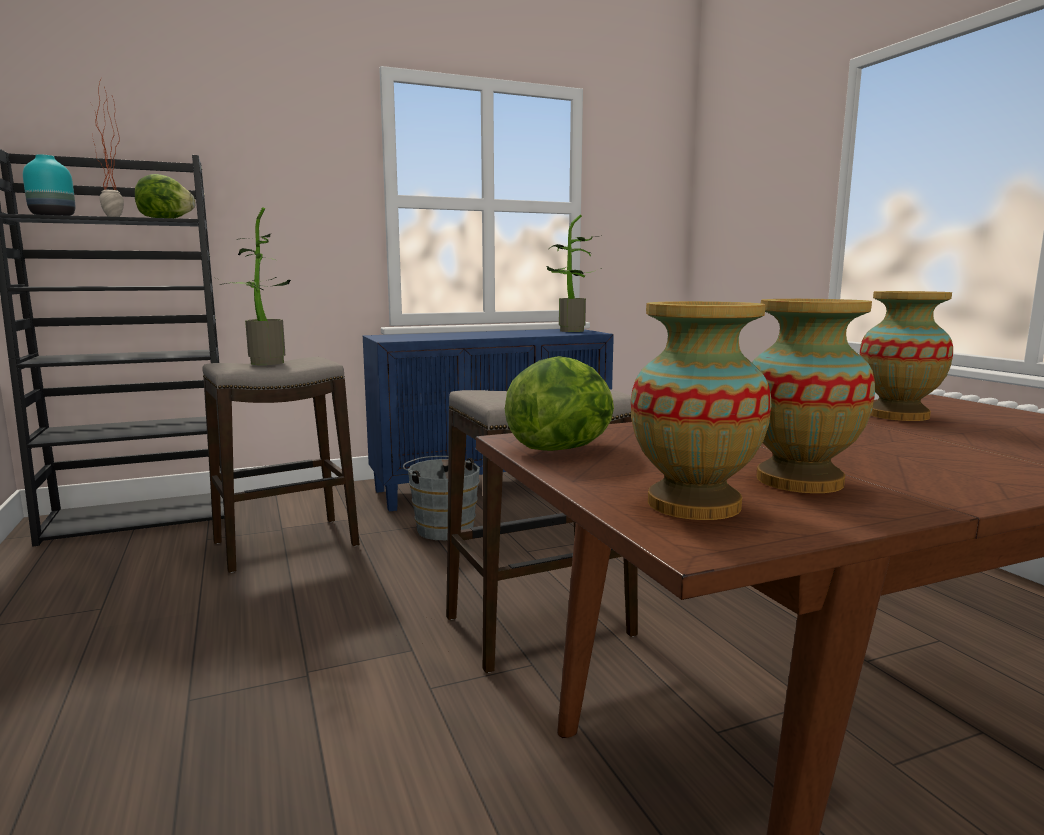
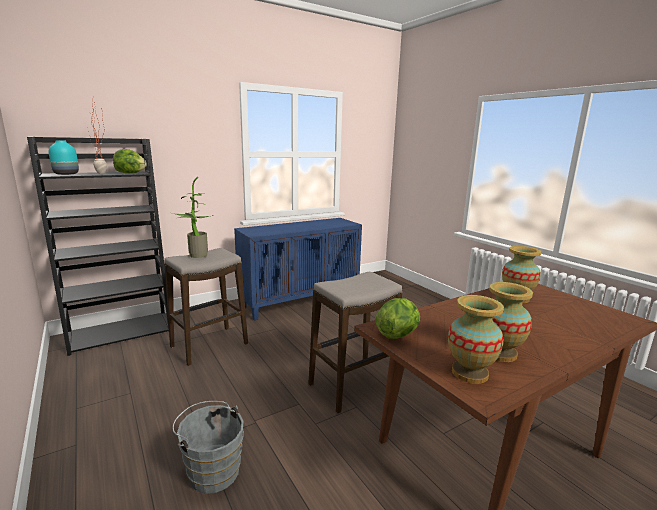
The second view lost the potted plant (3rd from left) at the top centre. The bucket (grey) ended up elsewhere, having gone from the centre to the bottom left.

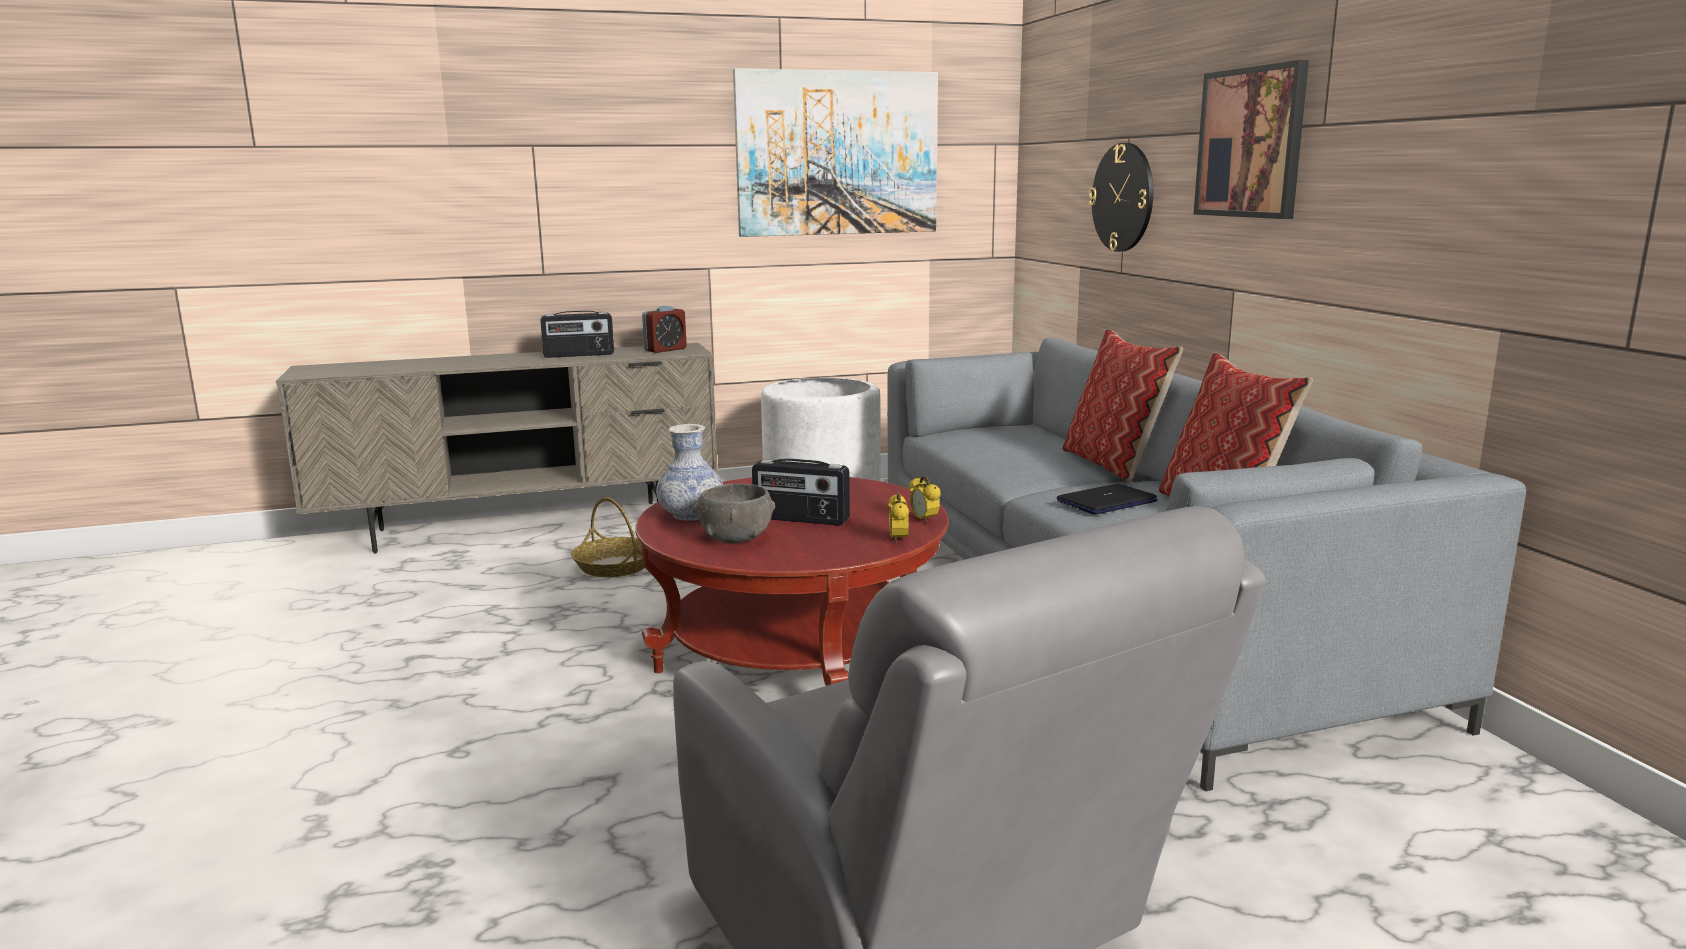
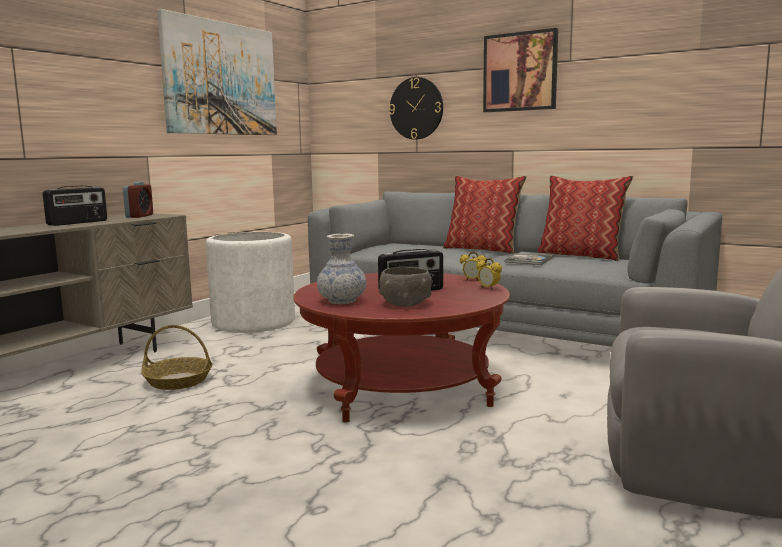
Where the laptop stood at the centre, the book came to stand at the middle right.

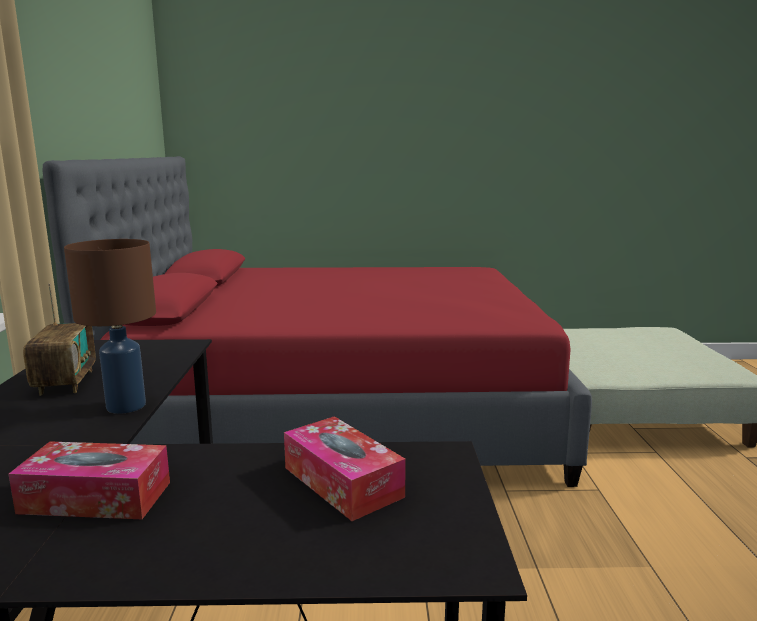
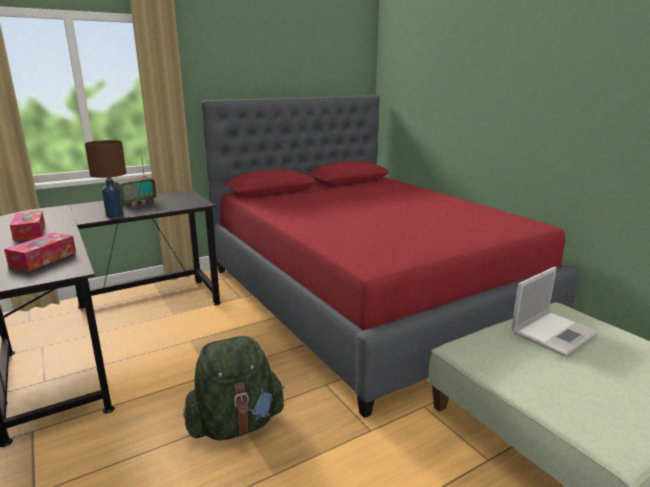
The second view gained the backpack (green) at the bottom centre. The second view gained the laptop at the middle right.

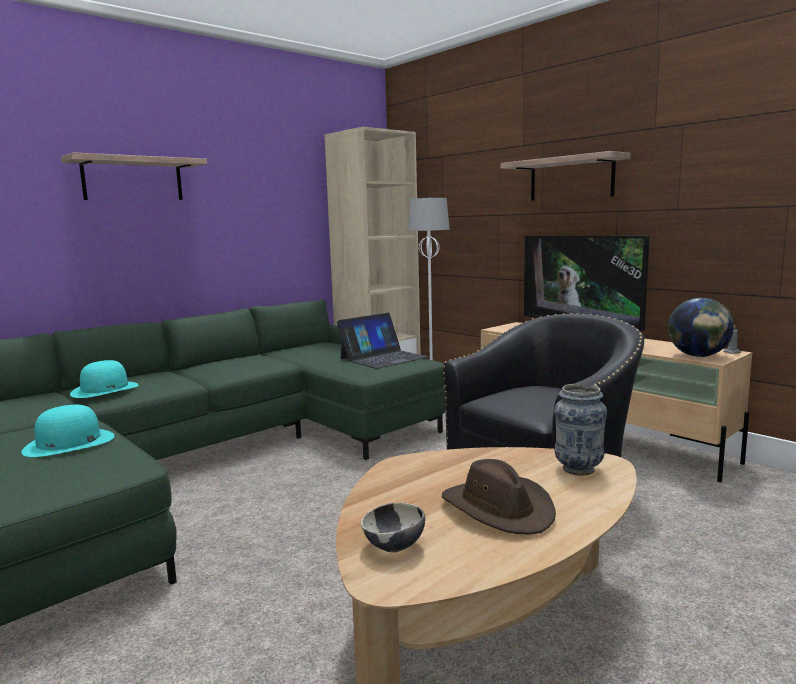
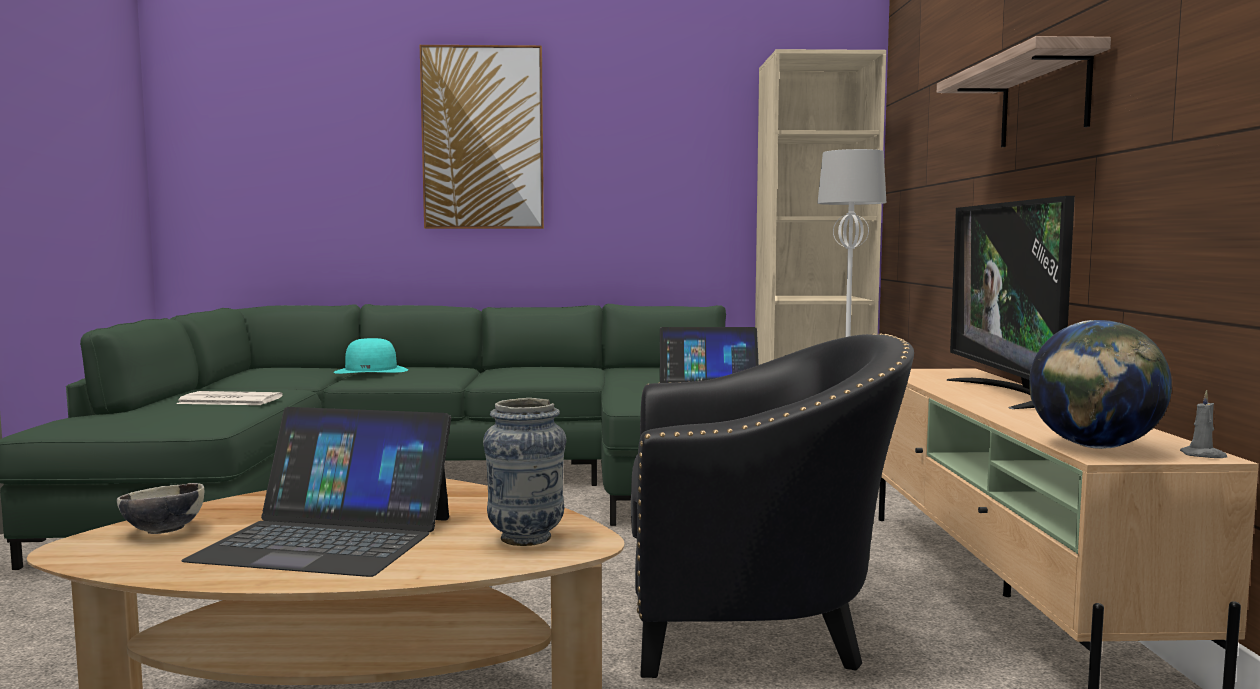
Where the hat (turquoise) (1st from left) stood at the middle left, the newspaper came to stand at the middle left. Where the shelf (1st from left) hung at the top left, the picture came to hang at the top centre. Where the hat (brown) stood at the bottom centre, the laptop (1st from left) came to stand at the bottom left.

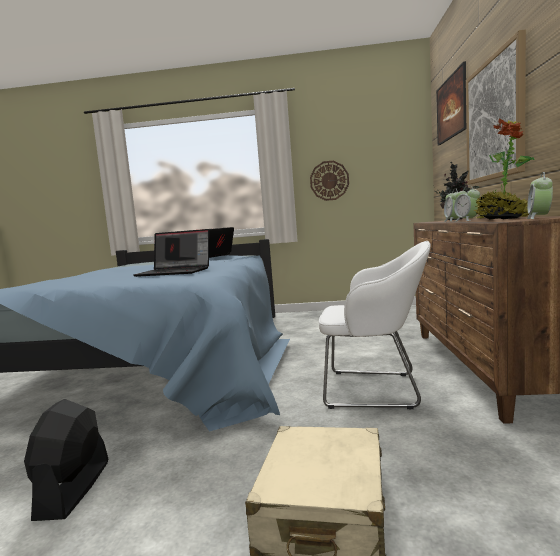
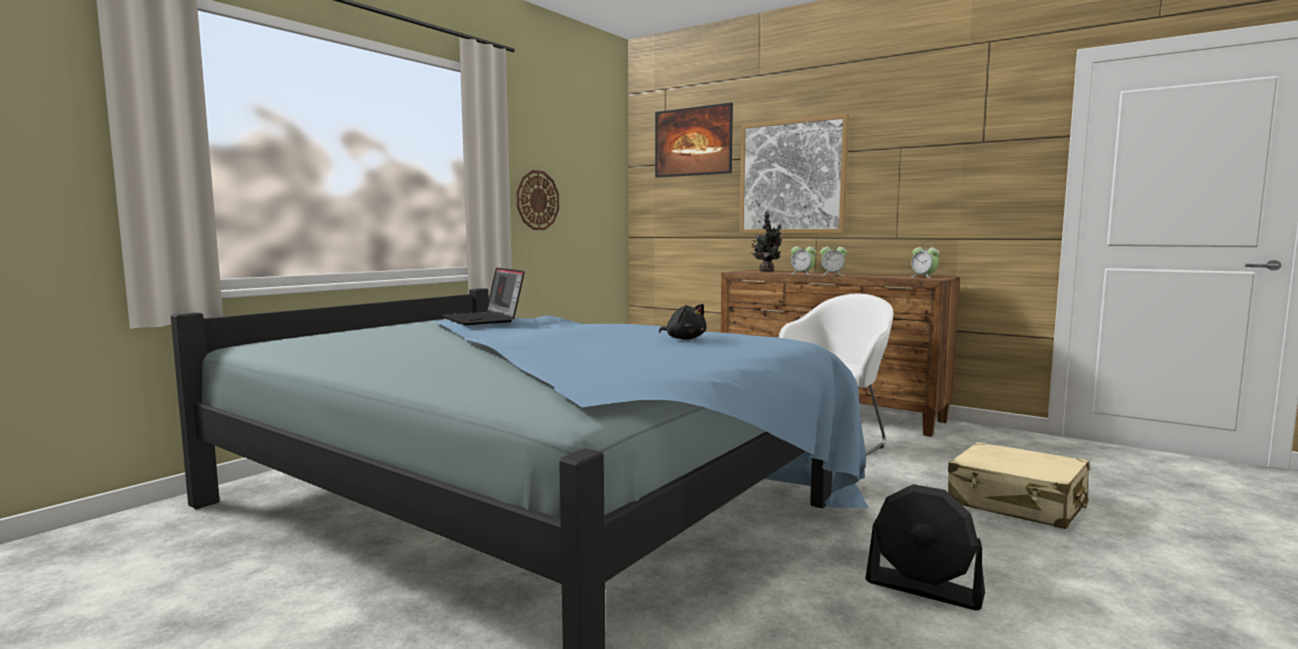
The second view lost the potted plant (2nd from left) at the top right. Where the laptop (1st from left) stood at the middle left, the plush toy (black) came to stand at the centre.

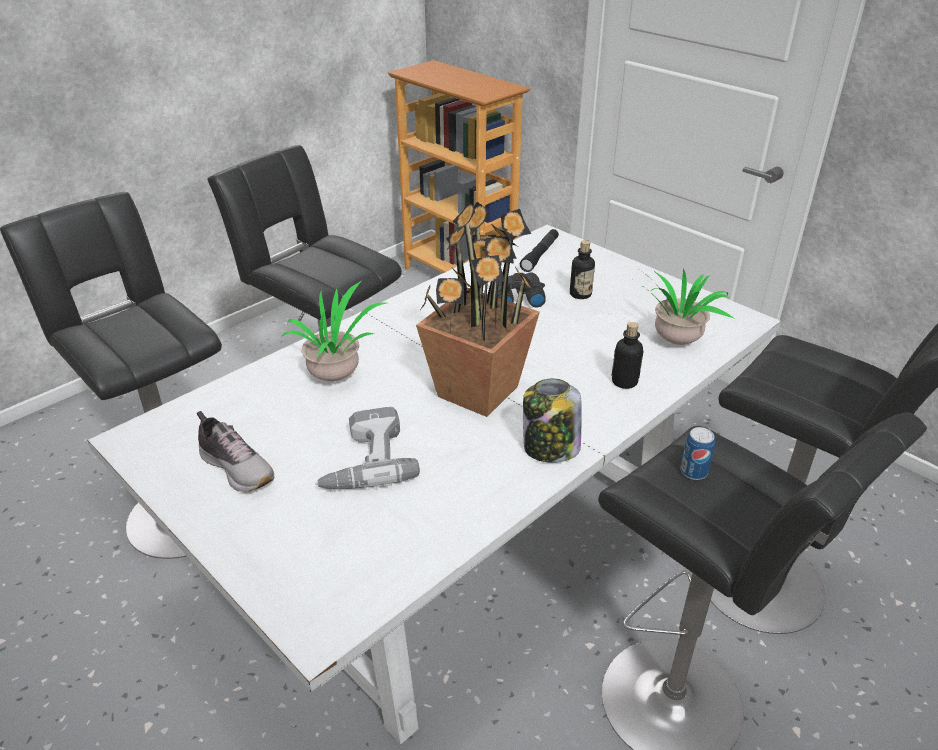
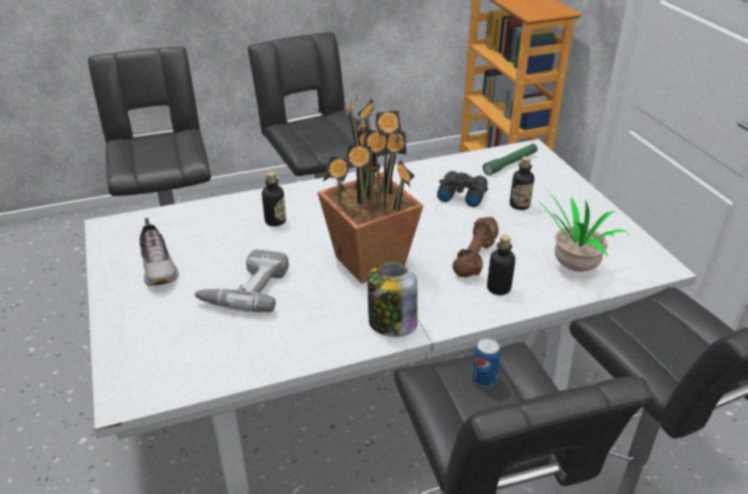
The second view gained the dumbbell (brown) at the centre. Where the potted plant (1st from left) stood at the centre, the bottle (1st from left) came to stand at the centre. What was the flashlight (black) at the centre turned into the flashlight (green) at the top right.

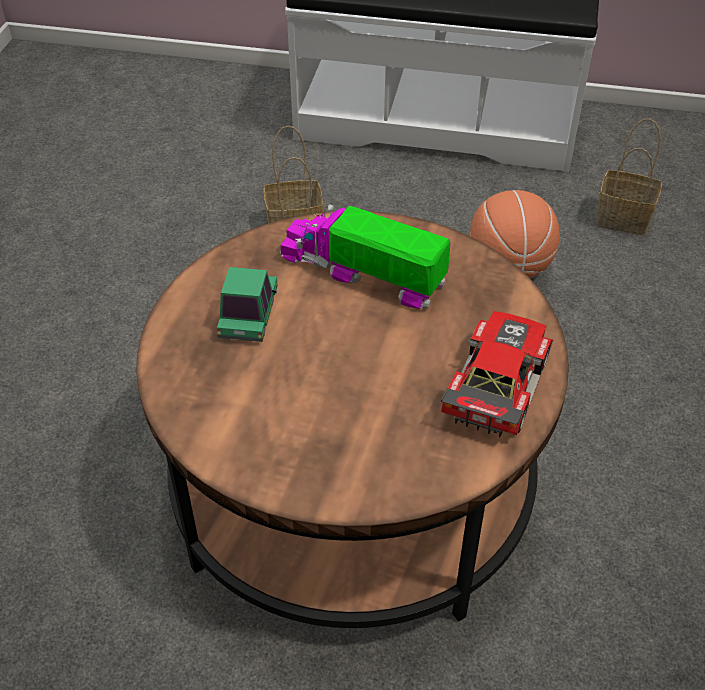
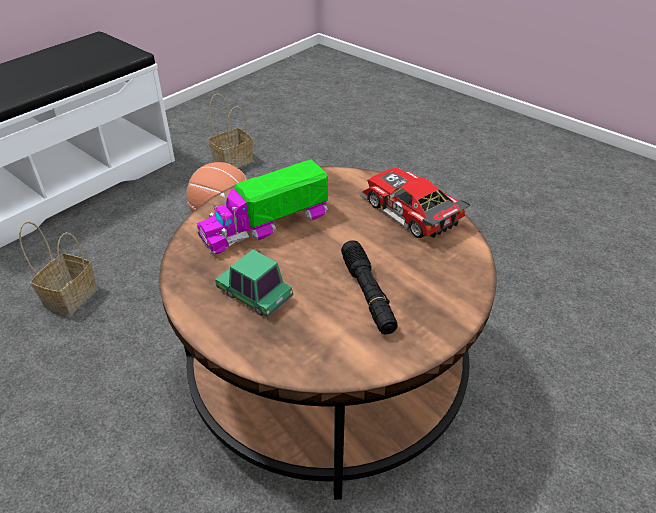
The second view gained the flashlight (black) at the centre.

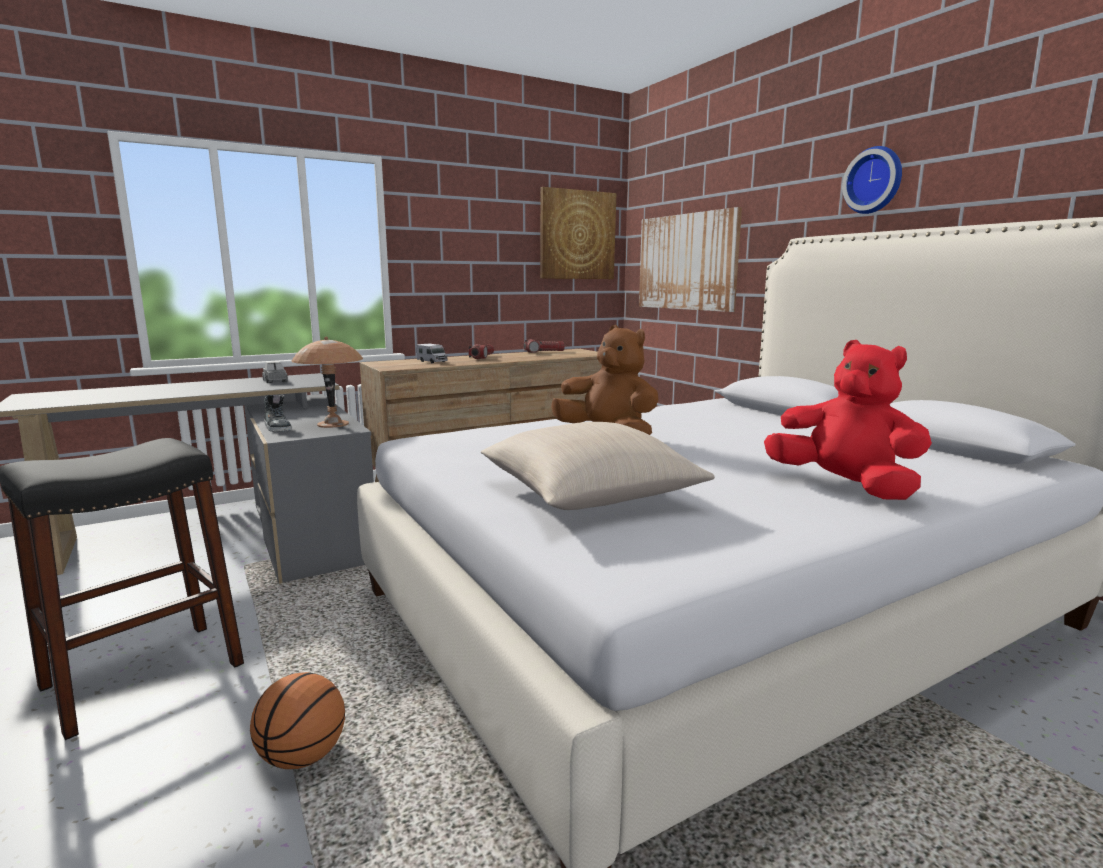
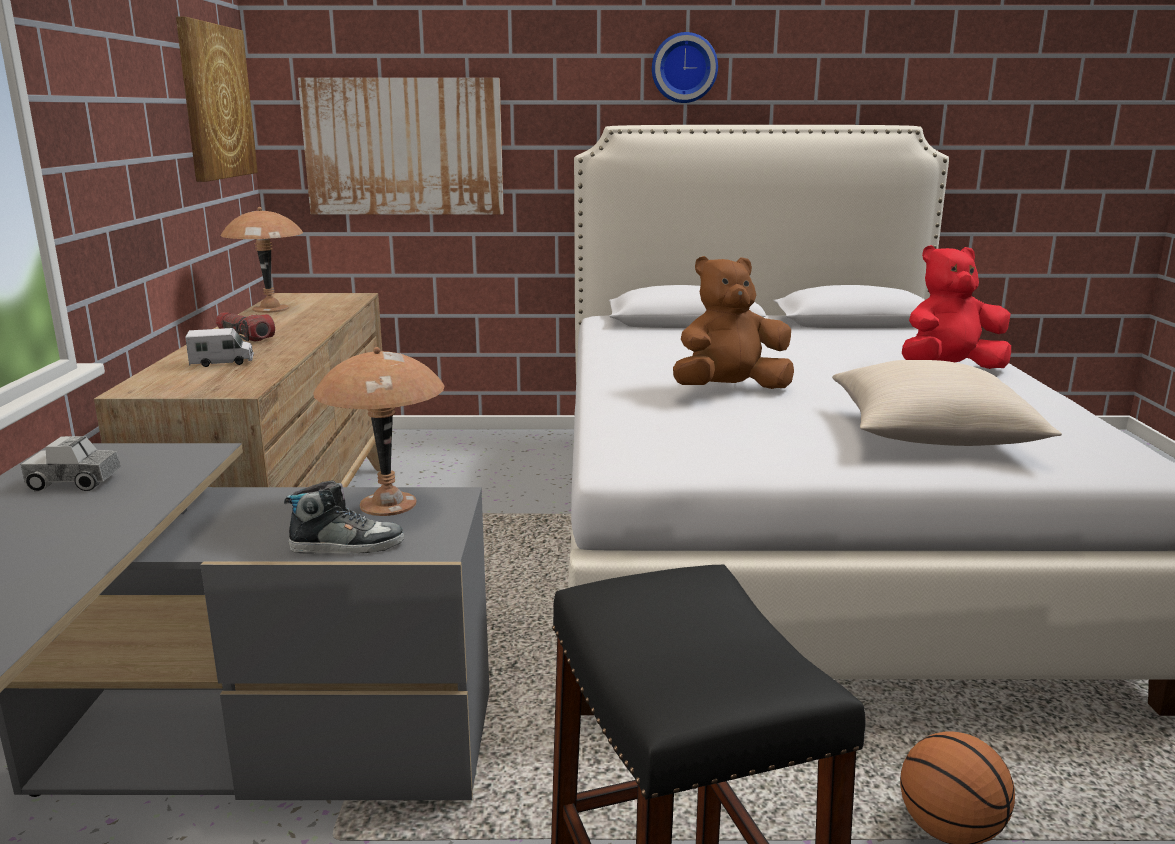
Where the flashlight (2nd from left) stood at the centre, the table lamp (brown) (1st from left) came to stand at the top left.

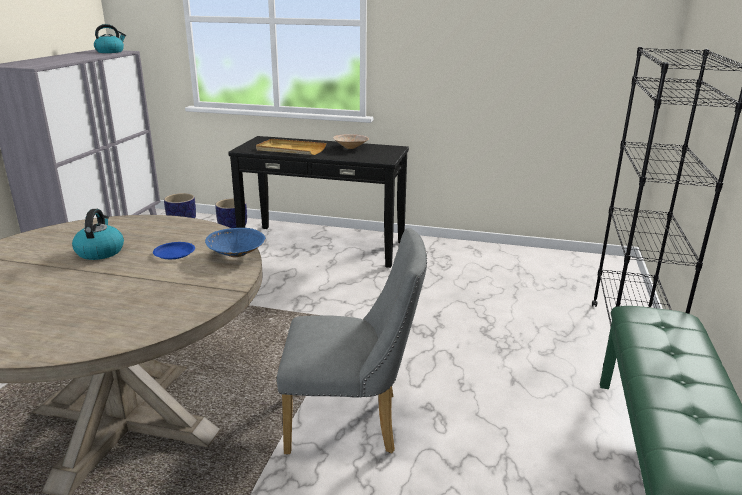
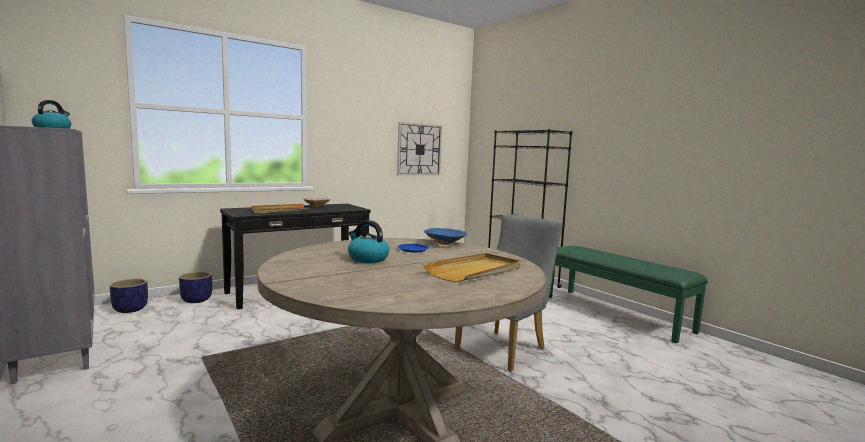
The second view gained the wall clock at the centre. The second view gained the tray (beige) (2nd from left) at the centre.

